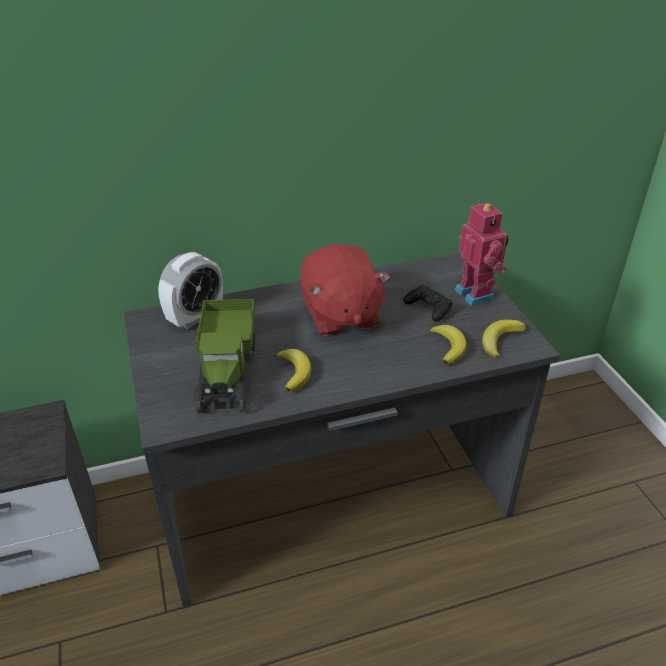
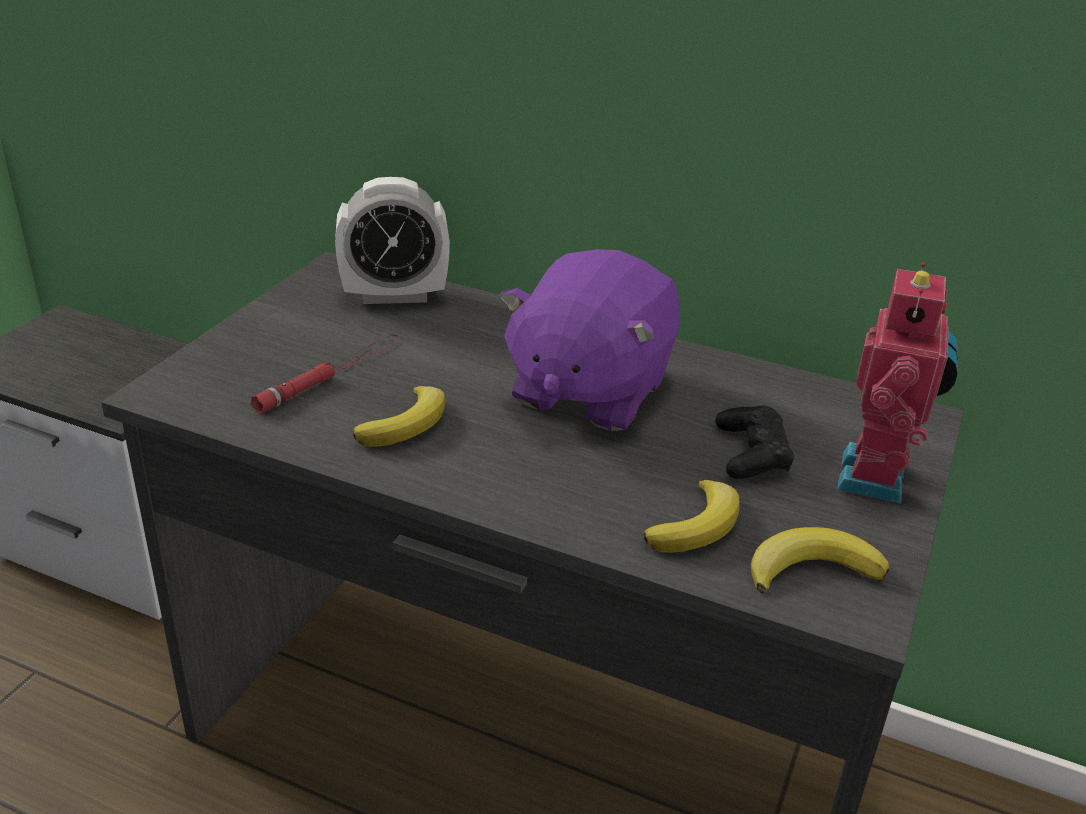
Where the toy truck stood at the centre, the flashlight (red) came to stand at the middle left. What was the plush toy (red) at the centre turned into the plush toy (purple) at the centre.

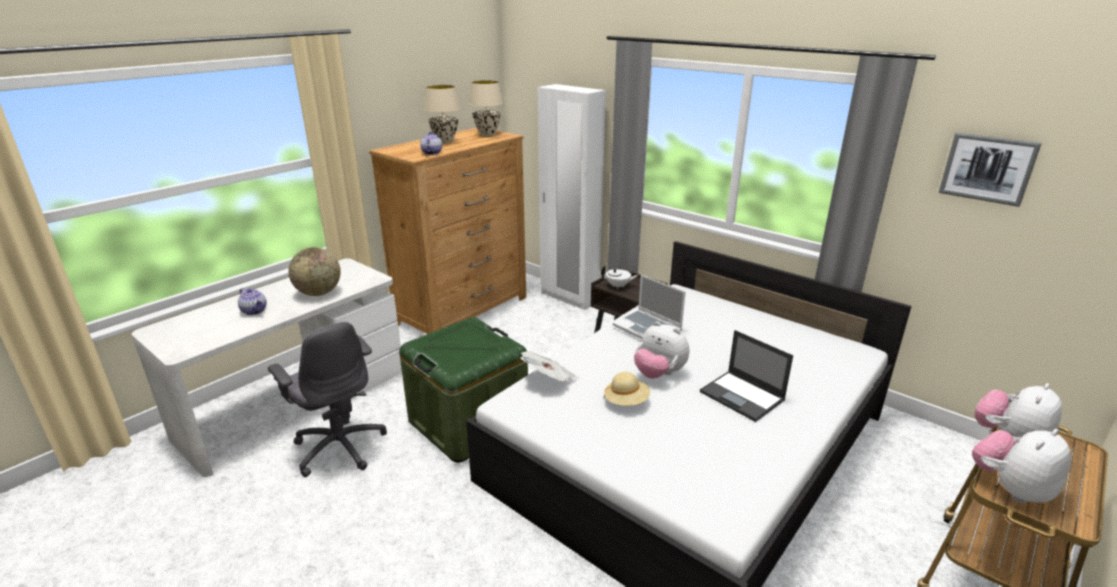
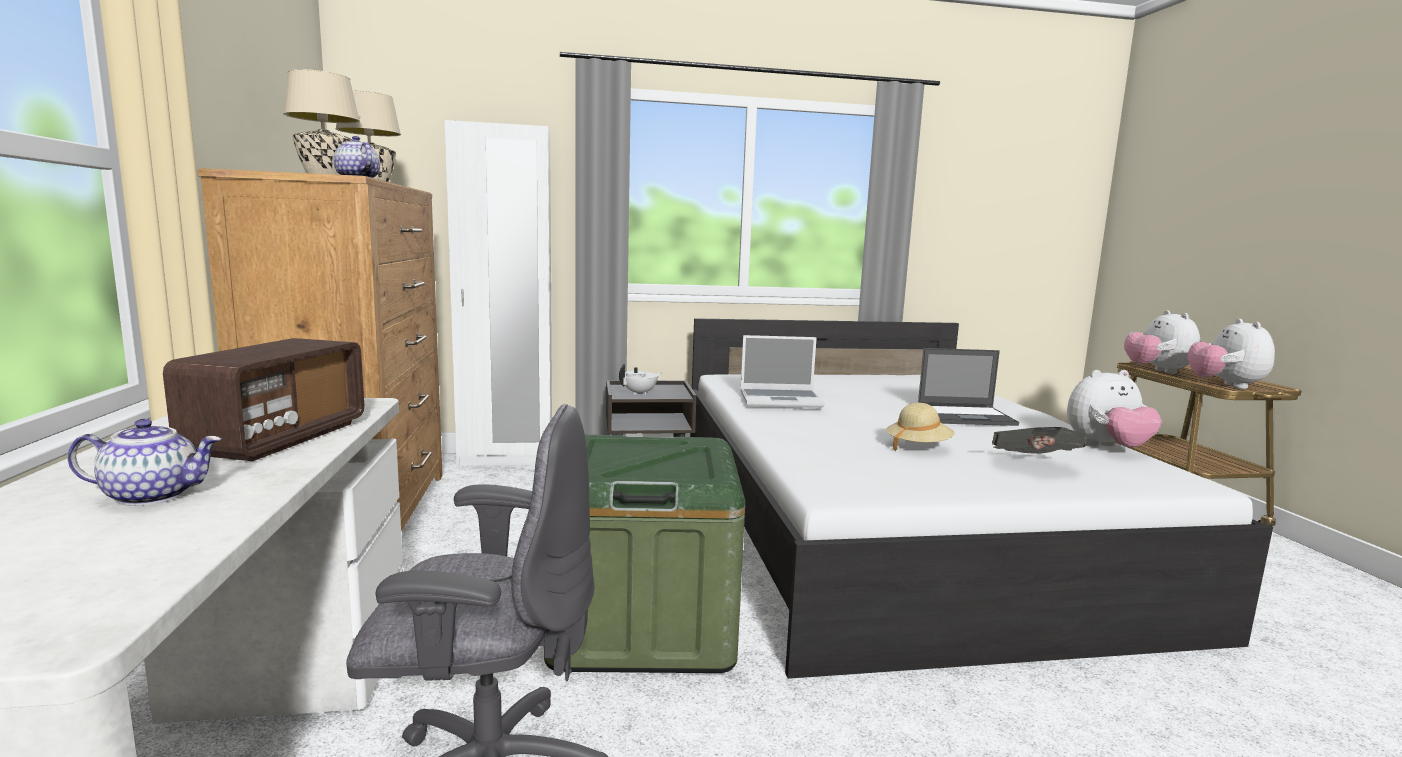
The second view lost the picture at the top right. The newspaper ended up elsewhere, having gone from the centre to the middle right. The plush toy (1st from left) ended up elsewhere, having gone from the centre to the middle right. Where the globe stood at the middle left, the radio came to stand at the middle left.

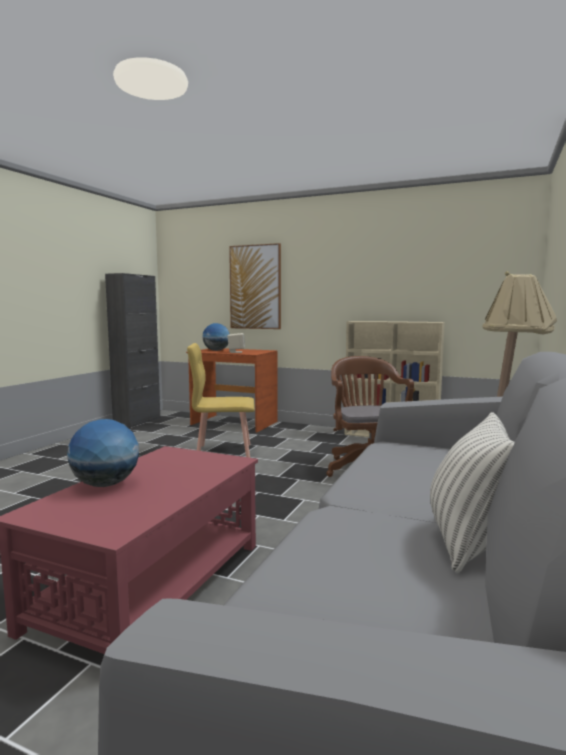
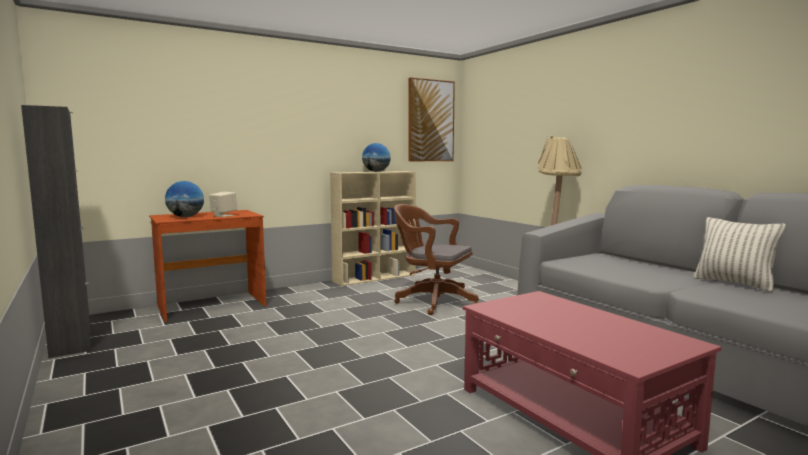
The second view lost the chair (yellow) at the centre. The globe (1st from left in the first image) ended up elsewhere, having gone from the middle left to the centre. The picture ended up elsewhere, having gone from the centre to the top centre.

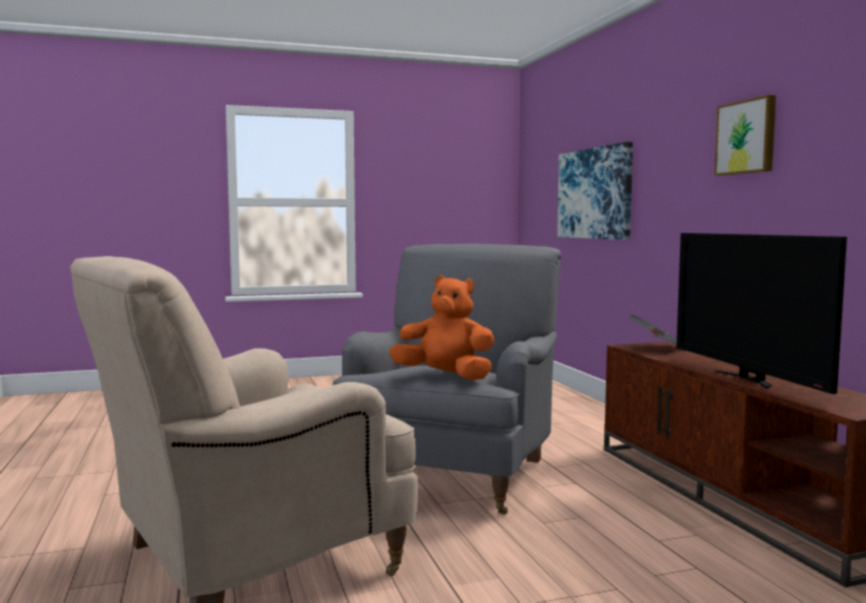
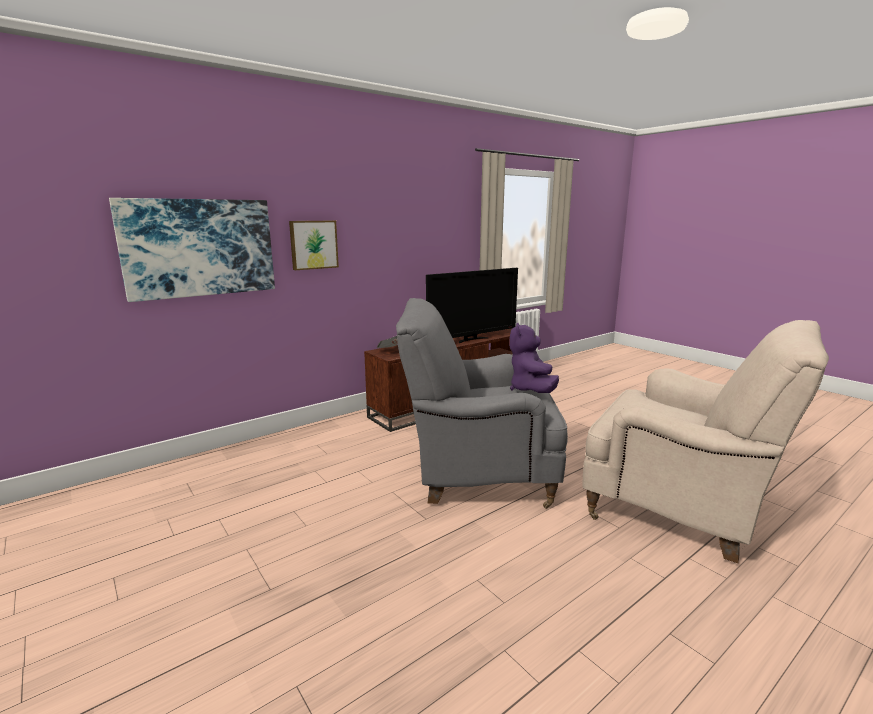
The picture (2nd from left) ended up elsewhere, having gone from the top right to the centre. What was the plush toy (orange) at the centre turned into the plush toy (purple) at the centre.

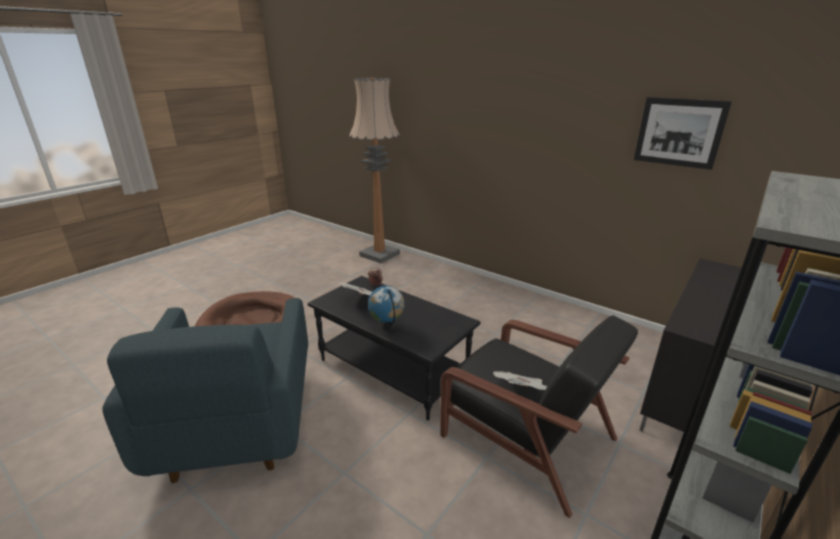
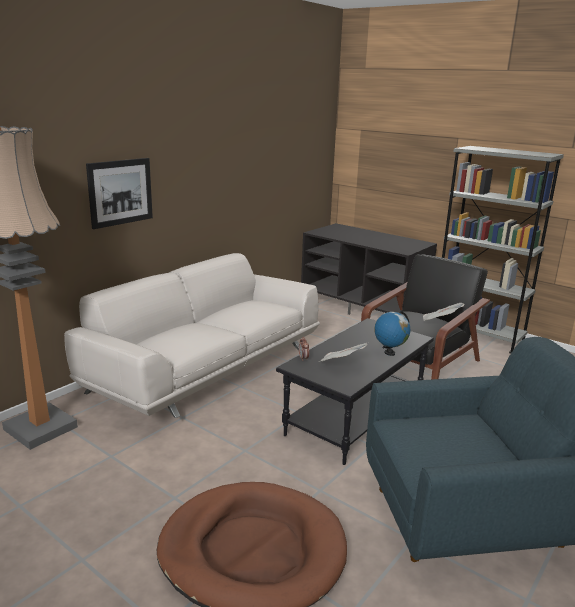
The second view gained the sofa (white) at the centre. The picture ended up elsewhere, having gone from the top right to the top left.

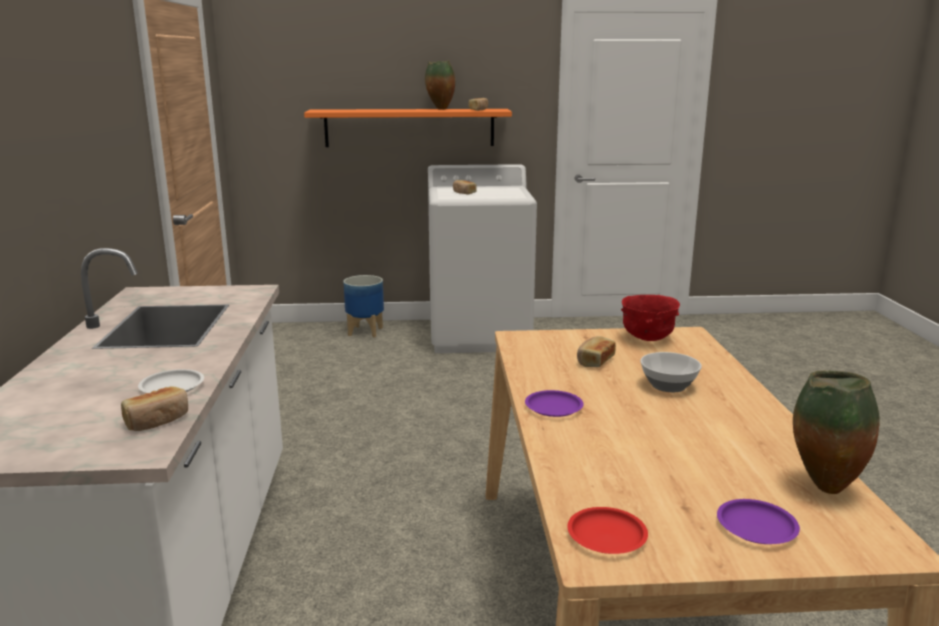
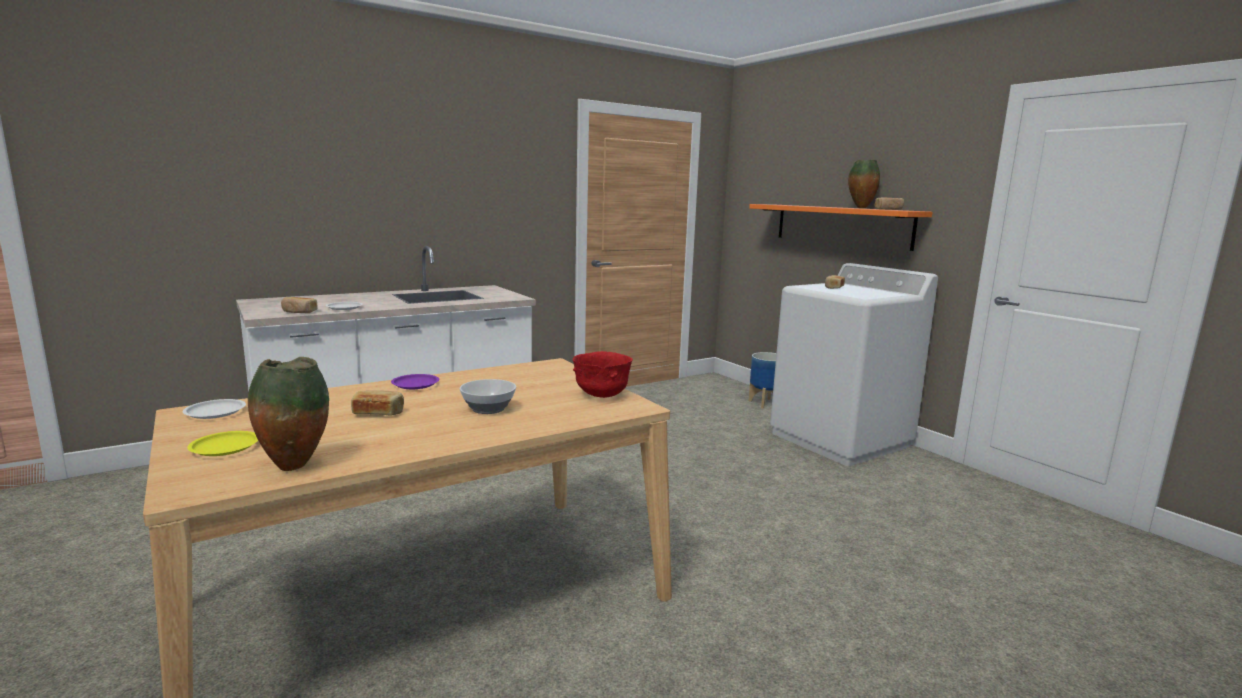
The bread (4th from left in the first image) ended up elsewhere, having gone from the centre to the middle left. What was the plate (red) at the bottom centre turned into the plate (white) (1st from left) at the middle left. What was the plate (purple) (2nd from left) at the bottom right turned into the plate (yellow) at the middle left.

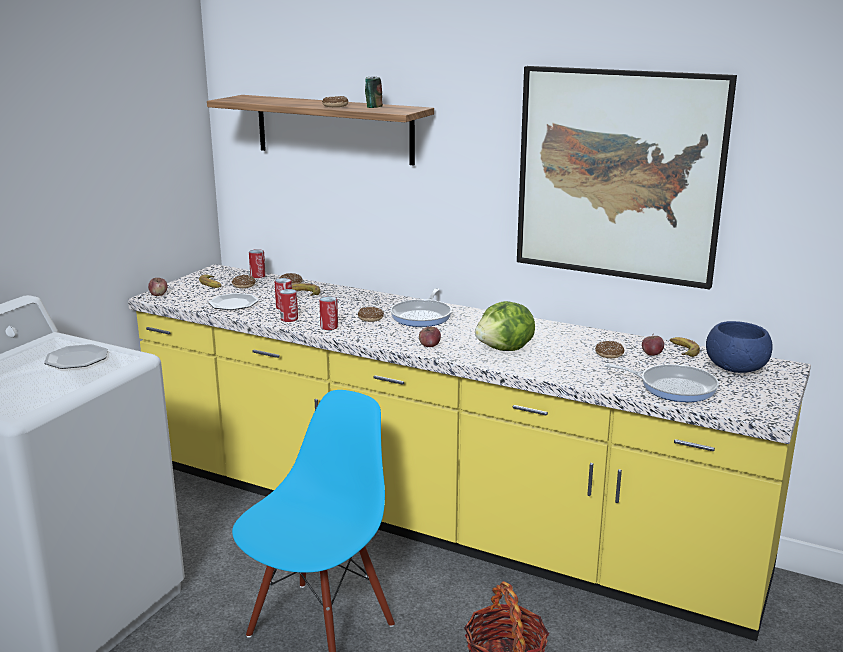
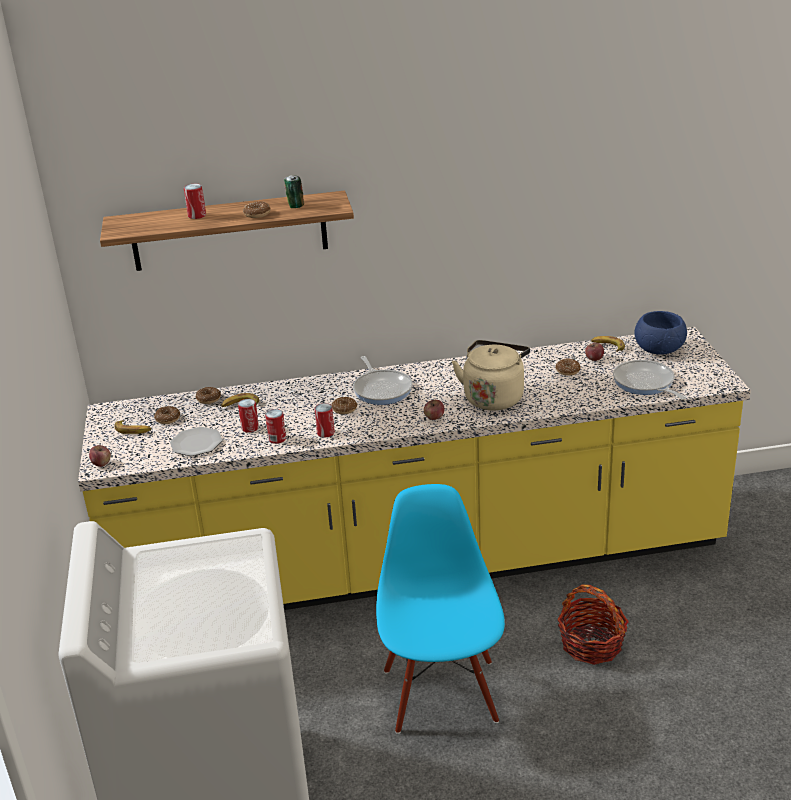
The second view lost the plate (1st from left) at the middle left. The second view lost the picture at the top right. The can (1st from left) ended up elsewhere, having gone from the middle left to the top left. Where the lettuce stood at the centre, the kettle (beige) came to stand at the centre. The frying pan (2nd from left) at the middle right ended up facing another way, 105 degrees counterclockwise from before.

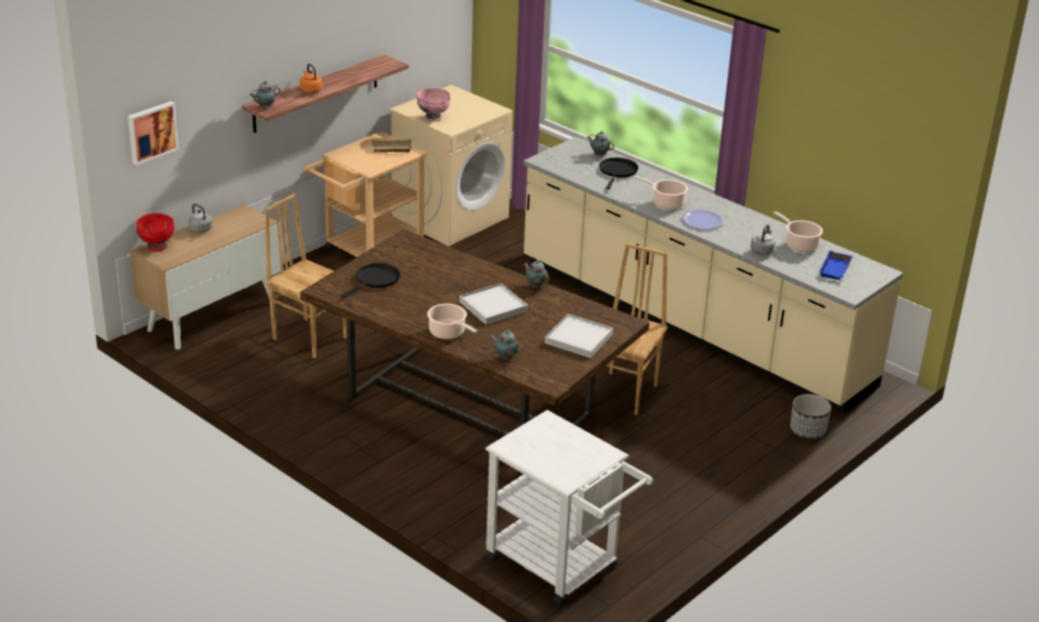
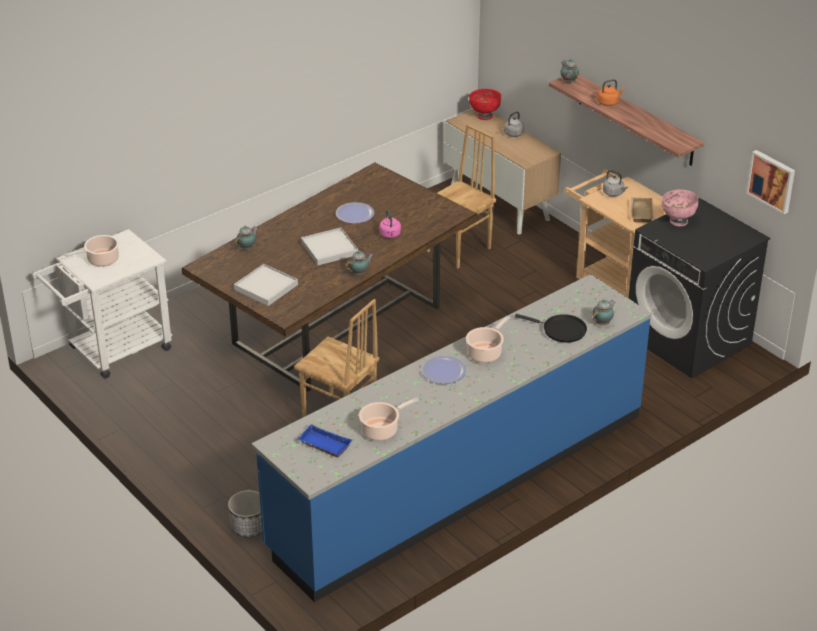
The second view lost the frying pan (black) (1st from left) at the centre. The second view gained the plate (1st from left) at the centre. The second view gained the kettle (pink) at the centre. The picture ended up elsewhere, having gone from the top left to the top right. The cooking pot (1st from left) ended up elsewhere, having gone from the centre to the middle left. The kettle (grey) (2nd from left) ended up elsewhere, having gone from the middle right to the top right. What was the washing machine (beige) at the top centre turned into the washing machine (black) at the middle right. What was the counter (beige) at the middle right turned into the counter (blue) at the bottom centre.

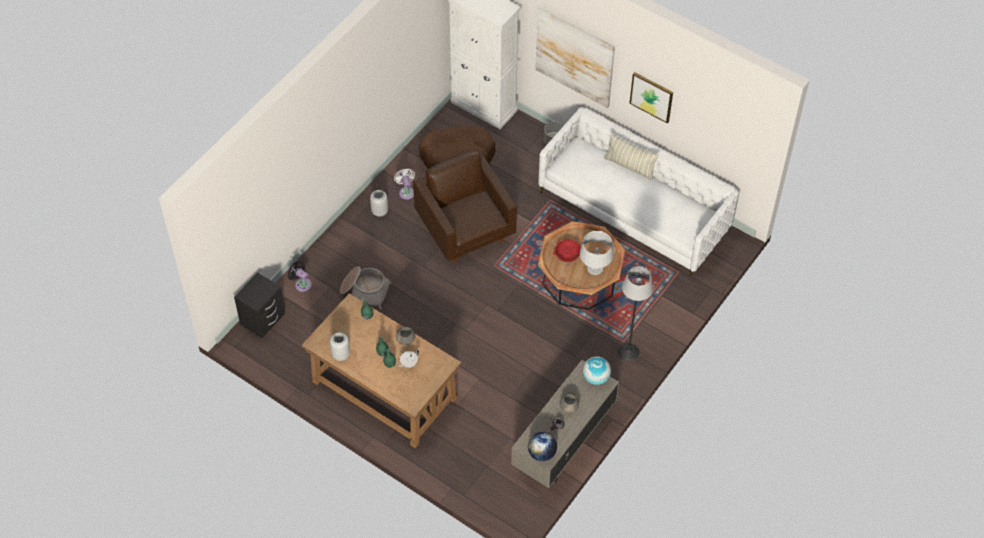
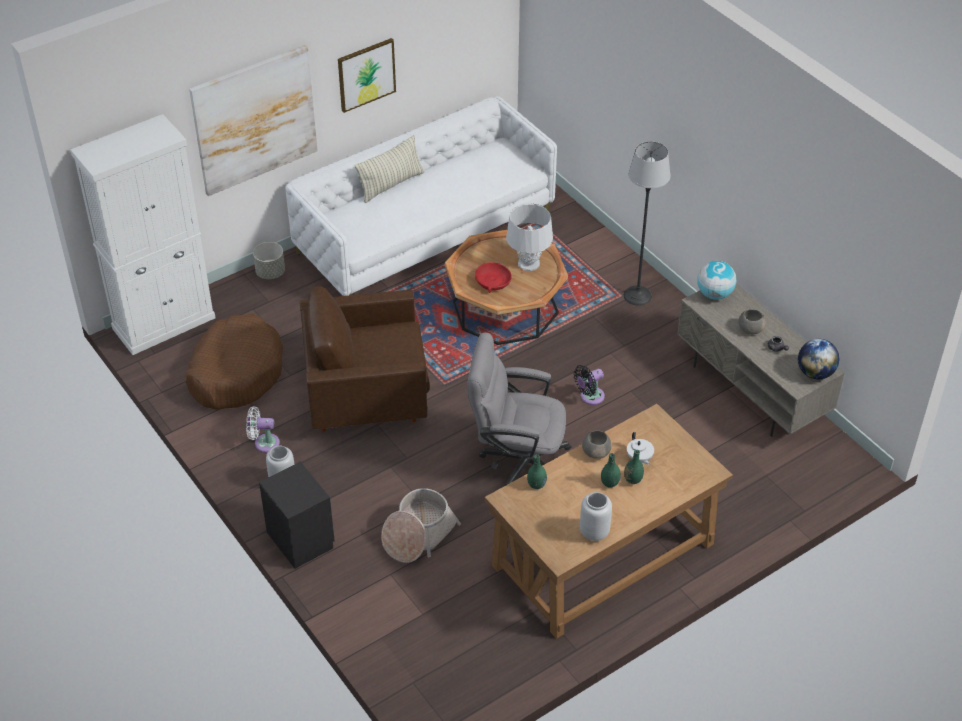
The second view gained the office chair (grey) at the centre. The nightstand (black) ended up elsewhere, having gone from the middle left to the bottom left. The fan (black) ended up elsewhere, having gone from the middle left to the centre.

